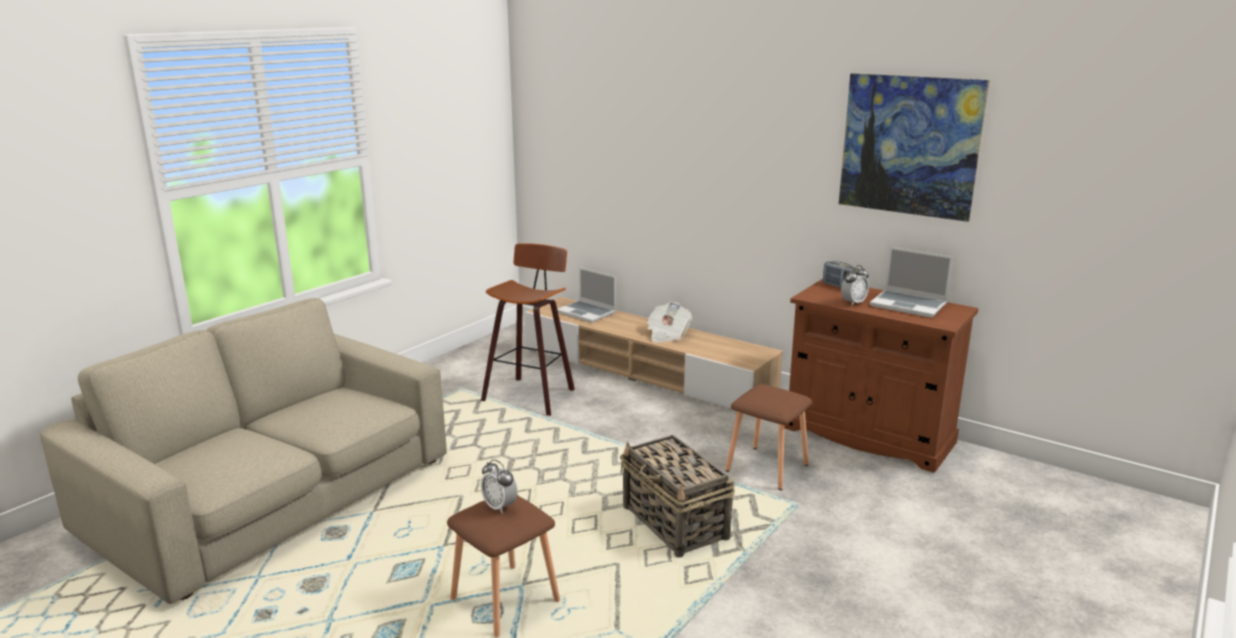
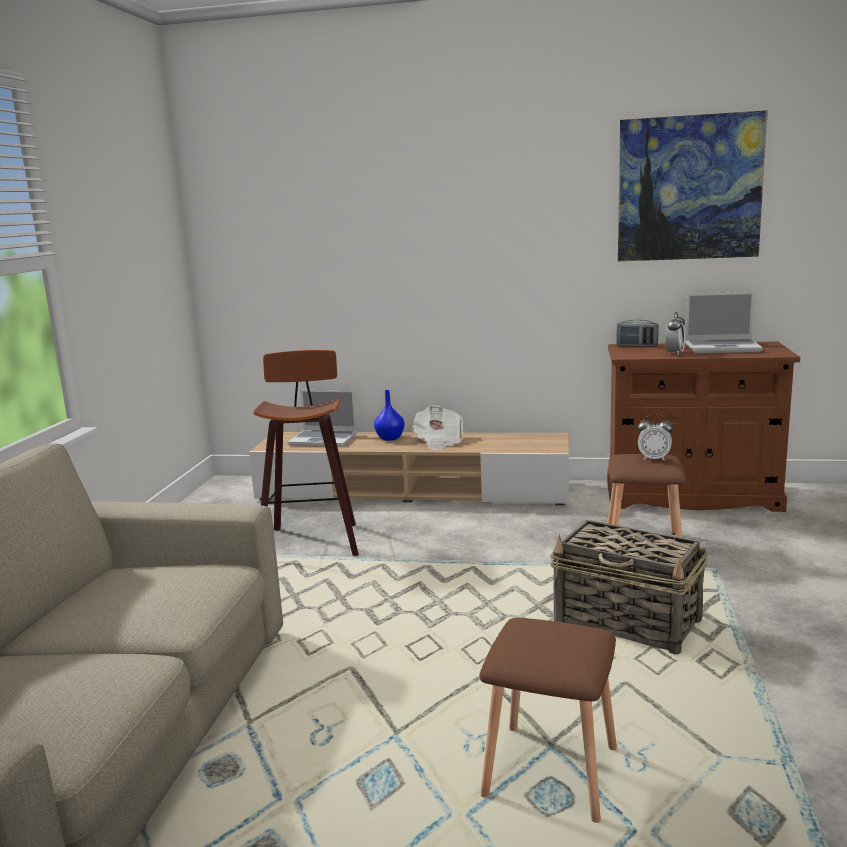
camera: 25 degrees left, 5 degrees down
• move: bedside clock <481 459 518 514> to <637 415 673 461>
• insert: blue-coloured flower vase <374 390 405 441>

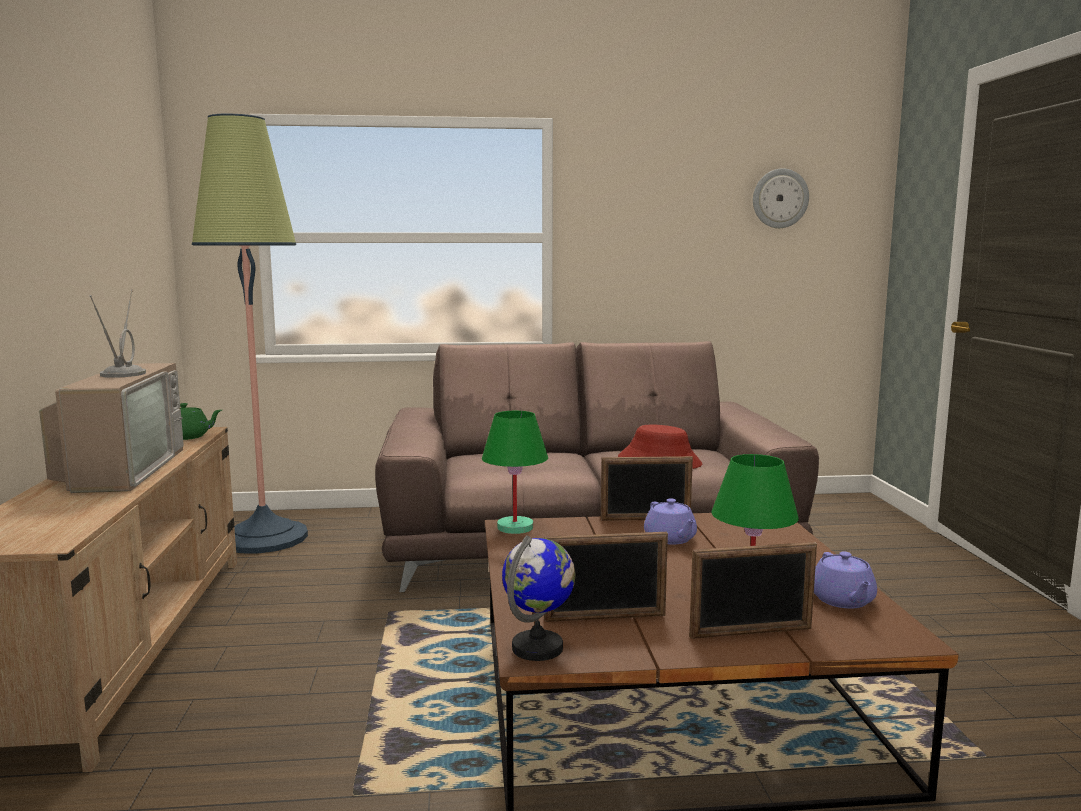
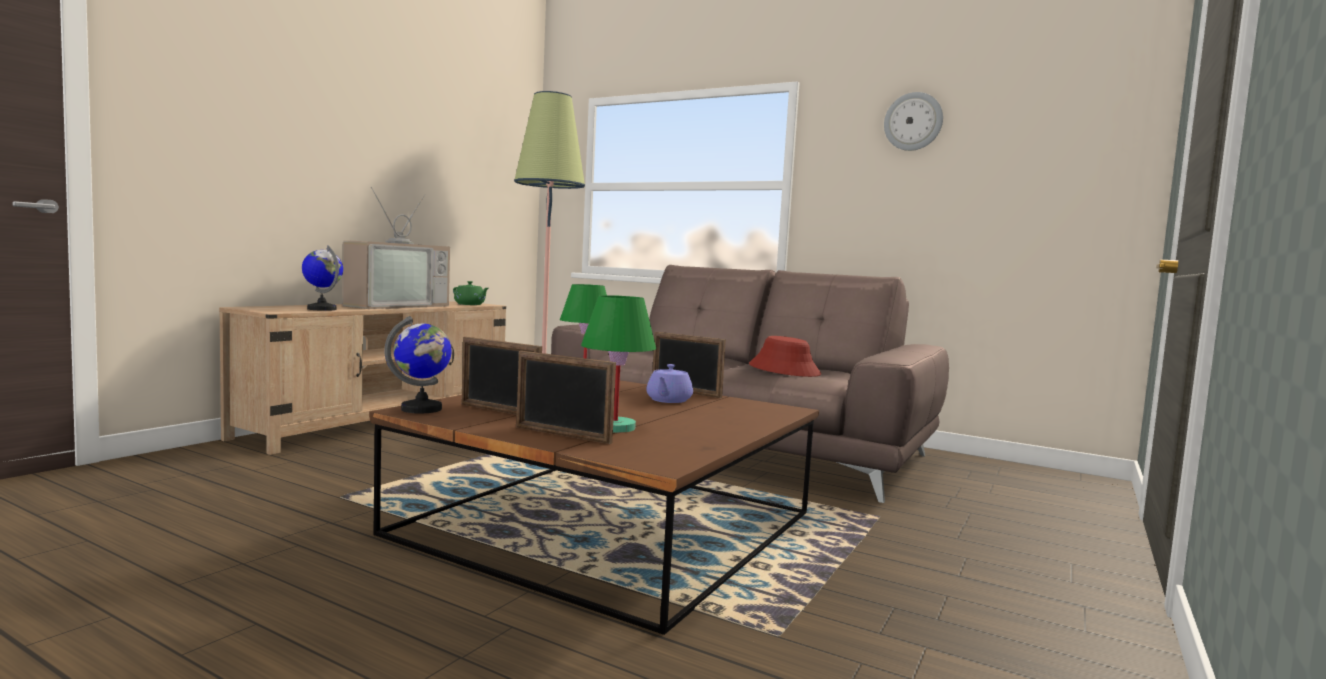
camera: 35 degrees right, 5 degrees down
• move: clock on the wall <753 168 809 228> to <884 92 943 151>
• delete: purplish teapot <814 551 877 609>
• insert: world globe <302 245 343 311>

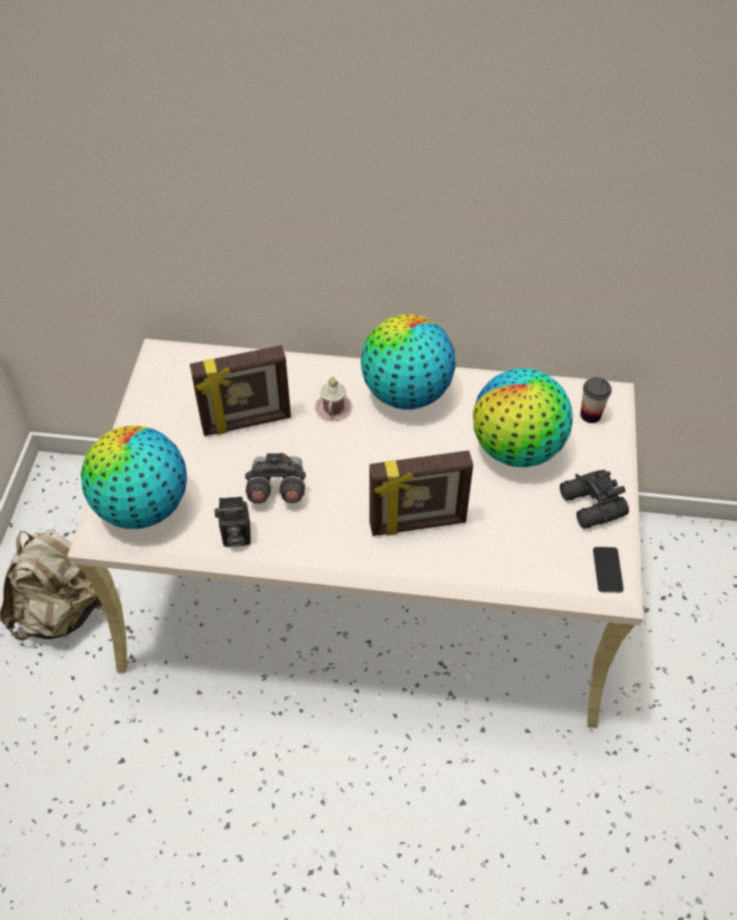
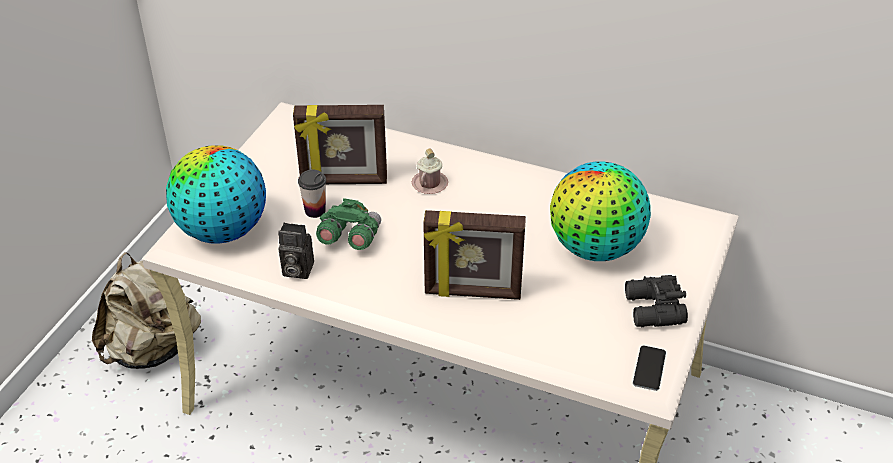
camera: 15 degrees right, 10 degrees down
• delete: world globe <361 314 456 409>
• move: cup <580 377 612 423> to <298 170 326 218>
• recolor: greyish binoculars <245 453 306 504> to greenish binoculars <316 198 381 250>

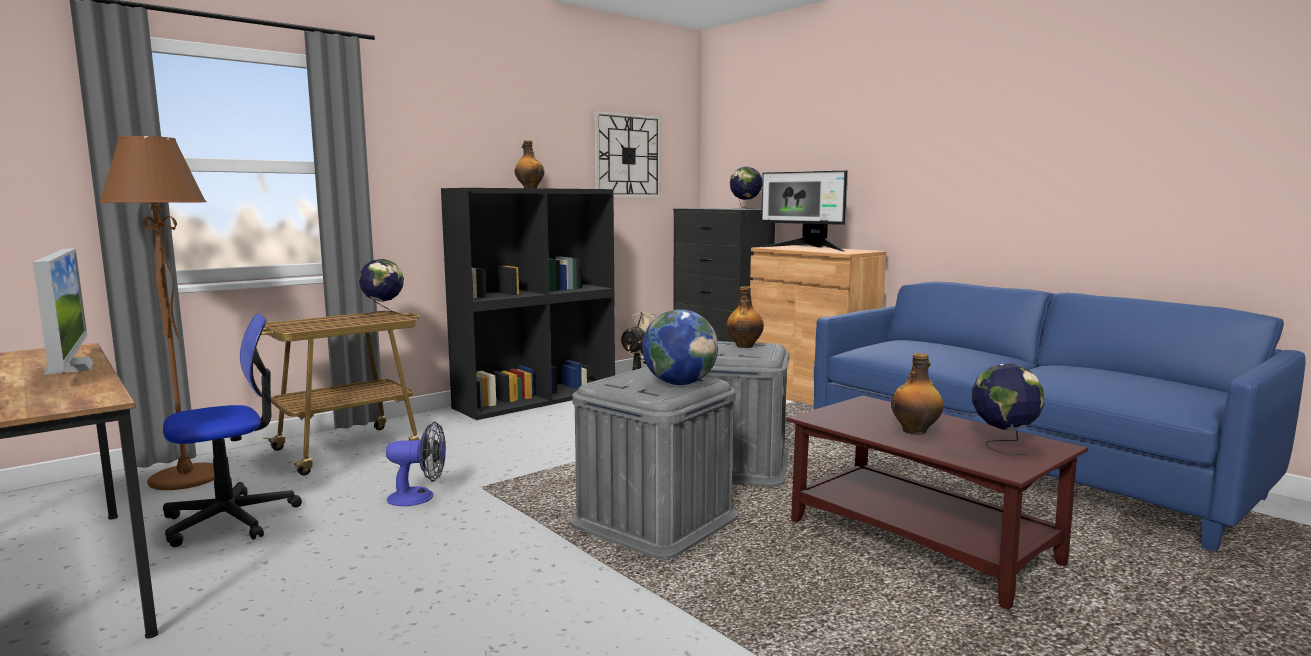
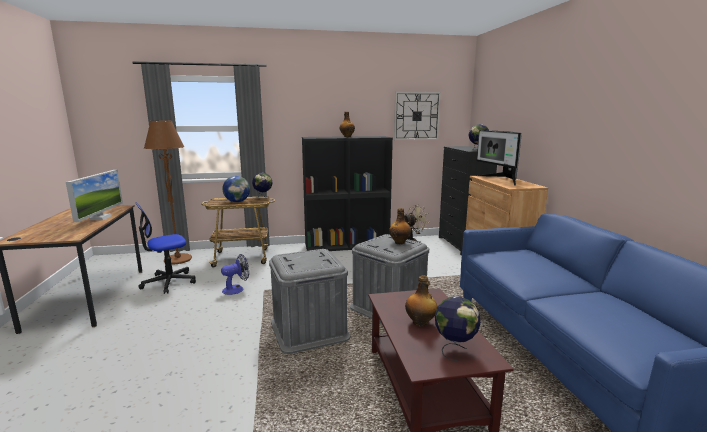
camera: 30 degrees right, 5 degrees up
• move: world globe <642 309 718 385> to <222 176 250 202>
• rotate: office chair <163 313 302 547> = <135 202 196 294> 150 degrees clockwise
• rotate: fan <386 421 446 506> = <221 254 249 295> 60 degrees counterclockwise

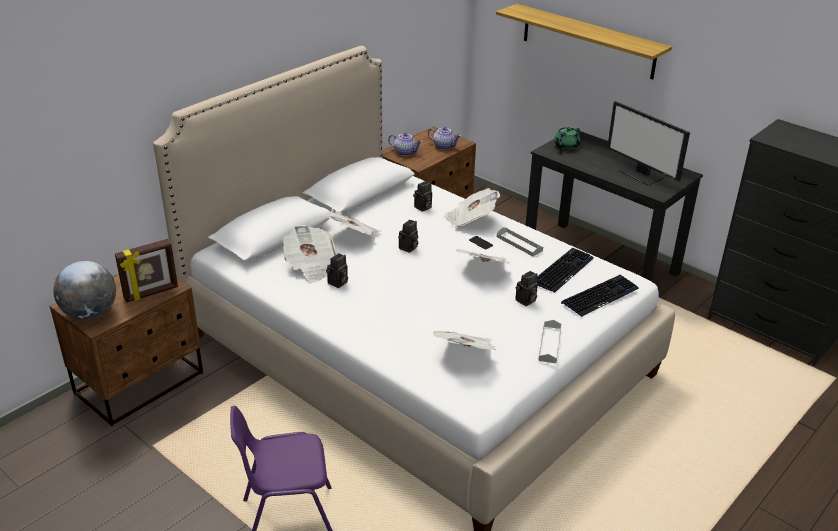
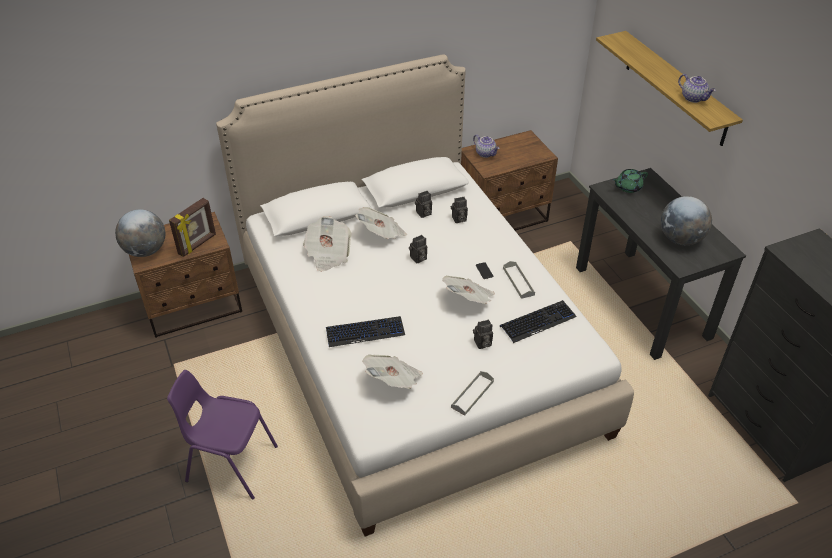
camera: 25 degrees right, 10 degrees up
• replace: computer screen <607 101 690 186> to world globe <661 196 712 245>
• move: teapot <428 127 461 150> to <678 74 716 103>
• delete: newspaper <444 188 500 228>
• rotate: standing frame <115 239 178 302> = <169 198 216 257> 45 degrees counterclockwise
• move: still camera <326 253 348 288> to <415 191 432 218>
• move: keyboard <561 275 639 317> to <326 316 405 347>

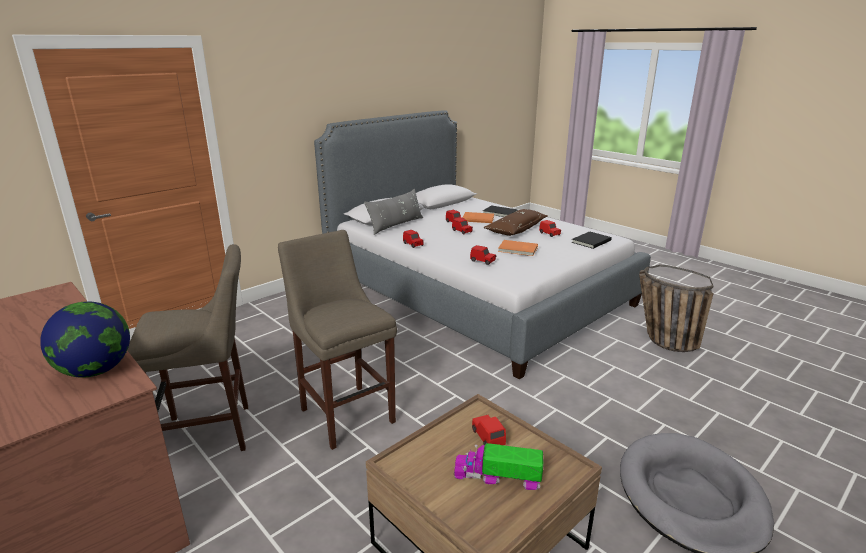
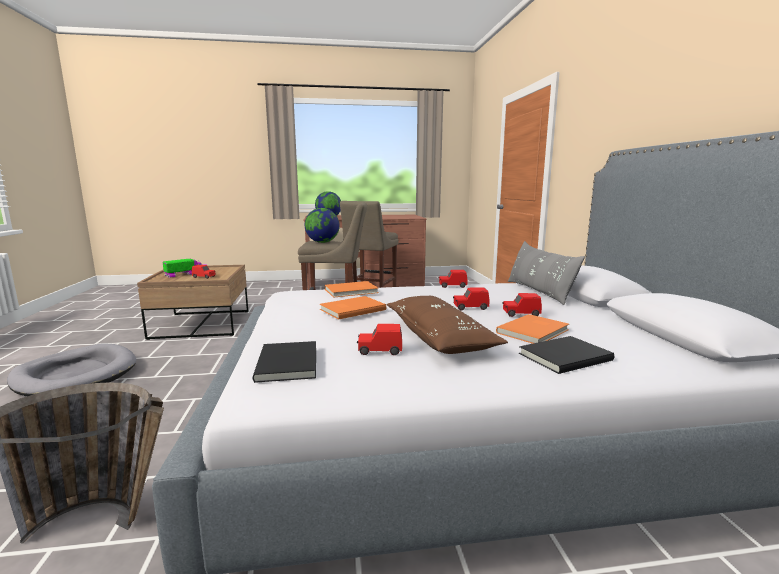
camera: 125 degrees right, 10 degrees down
• replace: red-coloured model car <470 245 496 265> to orangey bound book <325 281 379 298>
• insert: world globe <305 208 340 243>

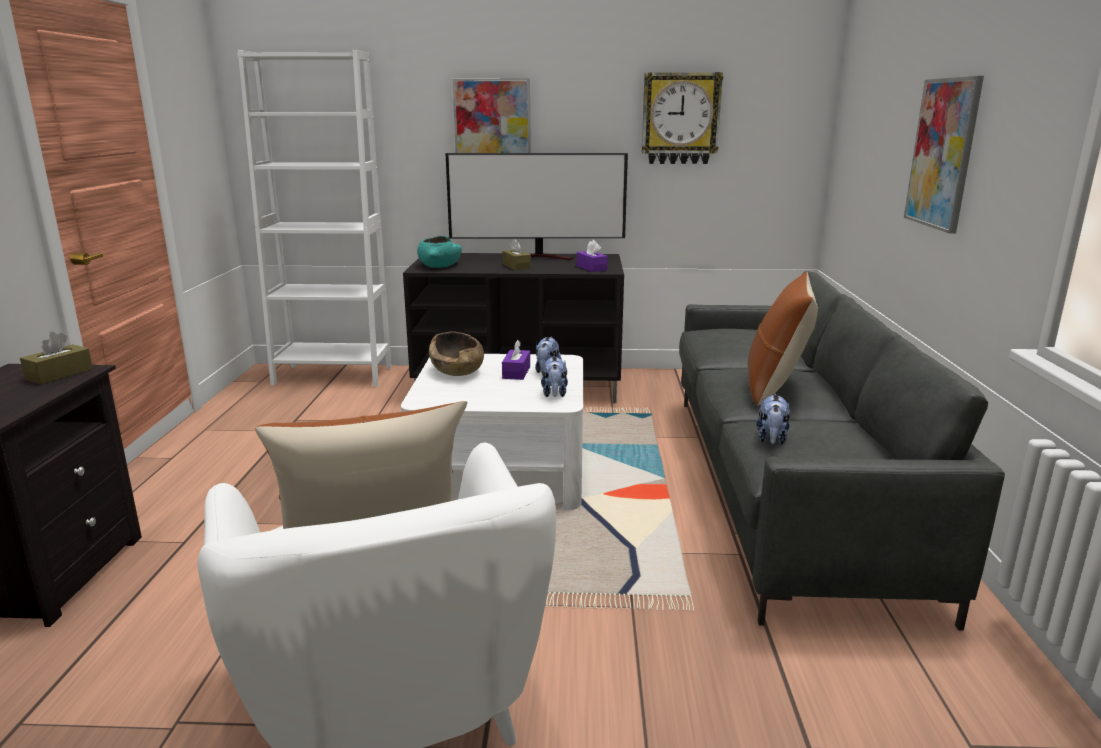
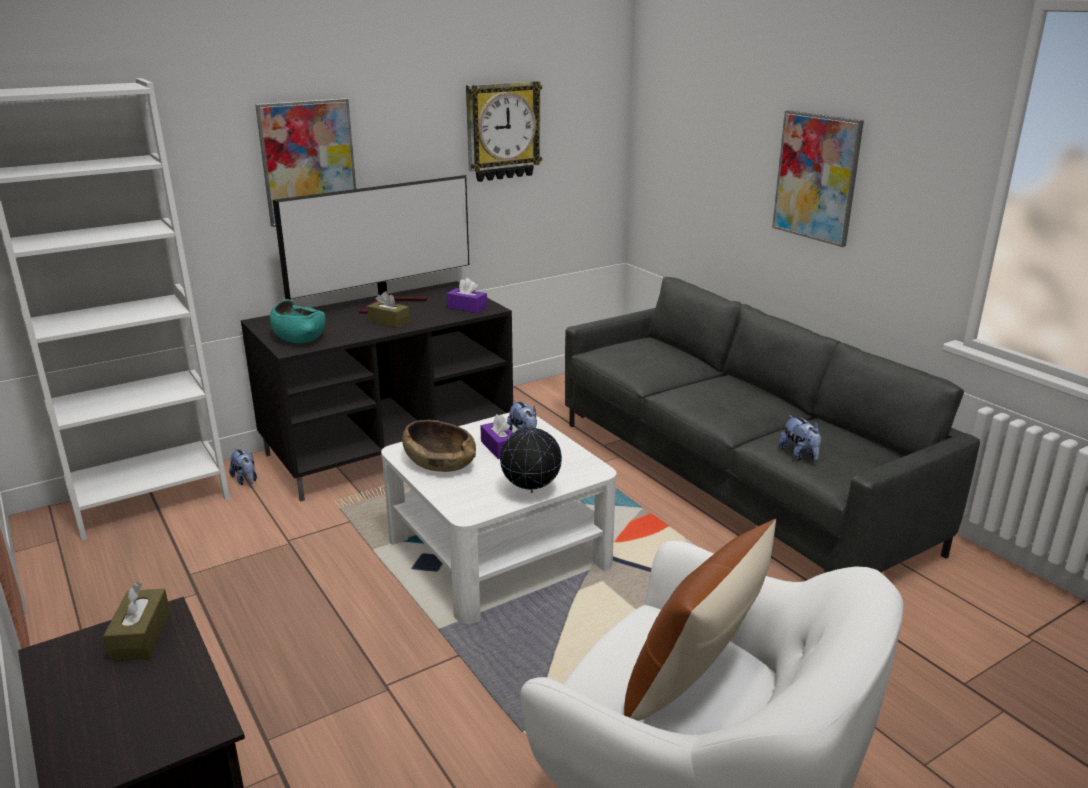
camera: 35 degrees left, 5 degrees up
• delete: brown pillow <748 272 818 406>
• move: cuddly toy <541 356 568 397> to <229 448 257 485>
• insert: world globe <500 423 562 493>

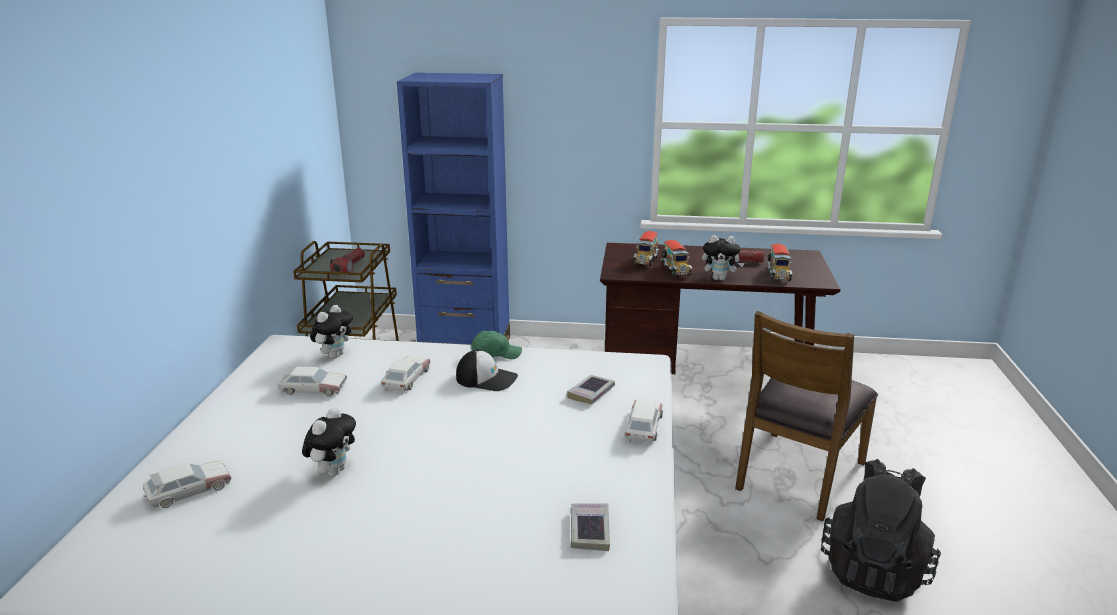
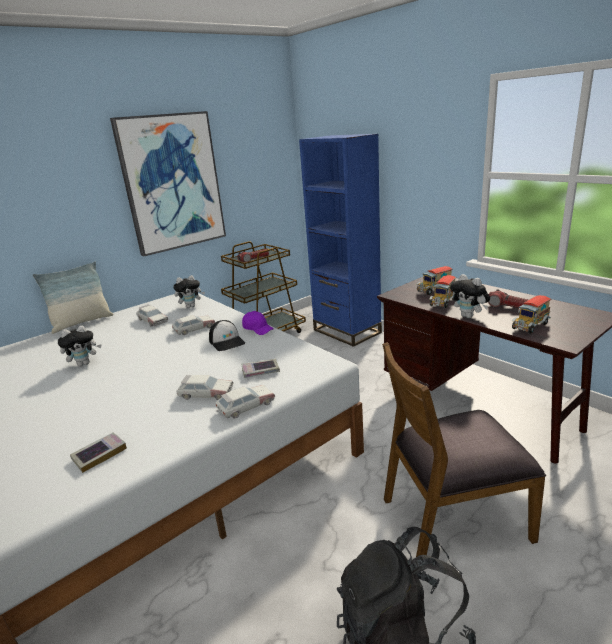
camera: 45 degrees right, 0 degrees up
• recolor: greenish baseball cap <471 331 522 359> to purplish baseball cap <242 311 274 335>
• move: model car <143 460 231 508> to <177 375 234 400>
• insert: picture <110 111 226 256>
• insert: pillow <33 261 114 334>

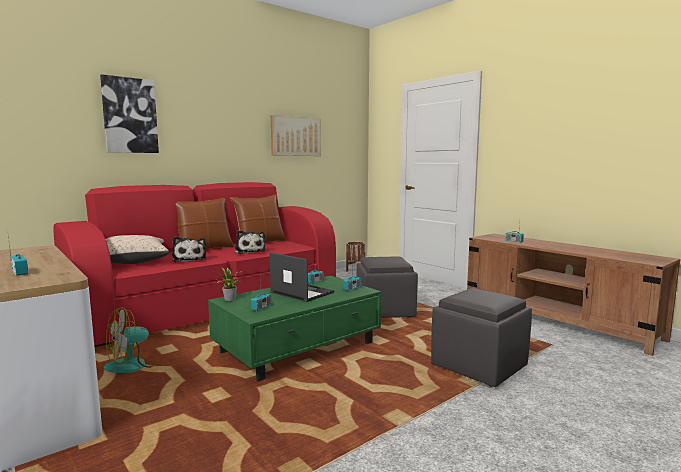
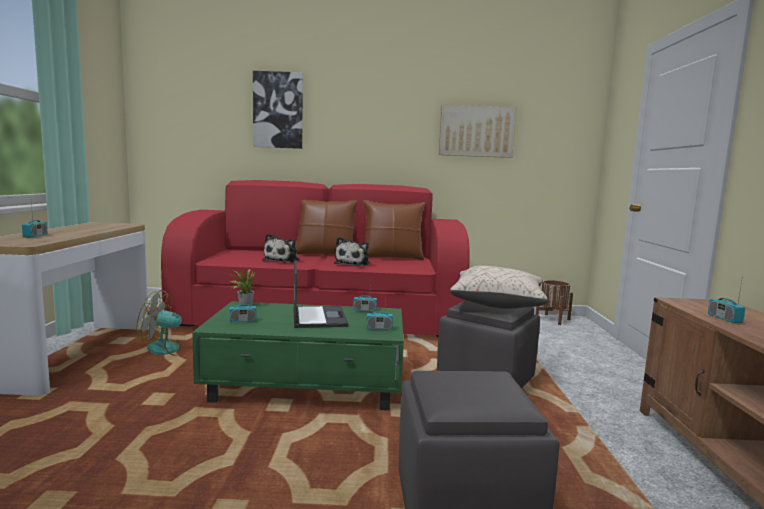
camera: 40 degrees right, 0 degrees up
• move: beige pillow <106 235 169 264> to <450 266 548 309>

